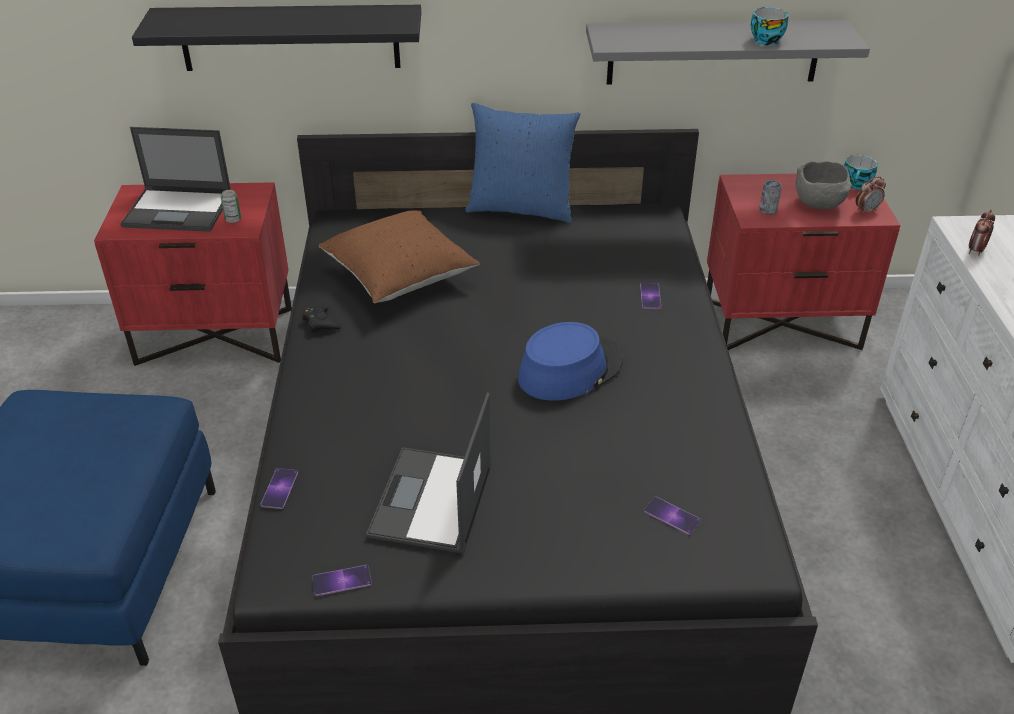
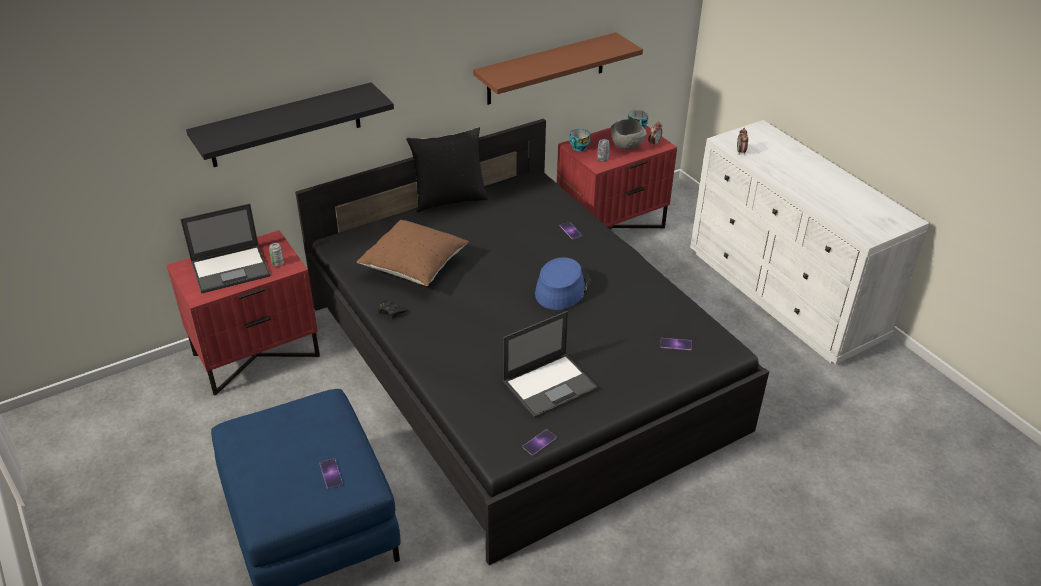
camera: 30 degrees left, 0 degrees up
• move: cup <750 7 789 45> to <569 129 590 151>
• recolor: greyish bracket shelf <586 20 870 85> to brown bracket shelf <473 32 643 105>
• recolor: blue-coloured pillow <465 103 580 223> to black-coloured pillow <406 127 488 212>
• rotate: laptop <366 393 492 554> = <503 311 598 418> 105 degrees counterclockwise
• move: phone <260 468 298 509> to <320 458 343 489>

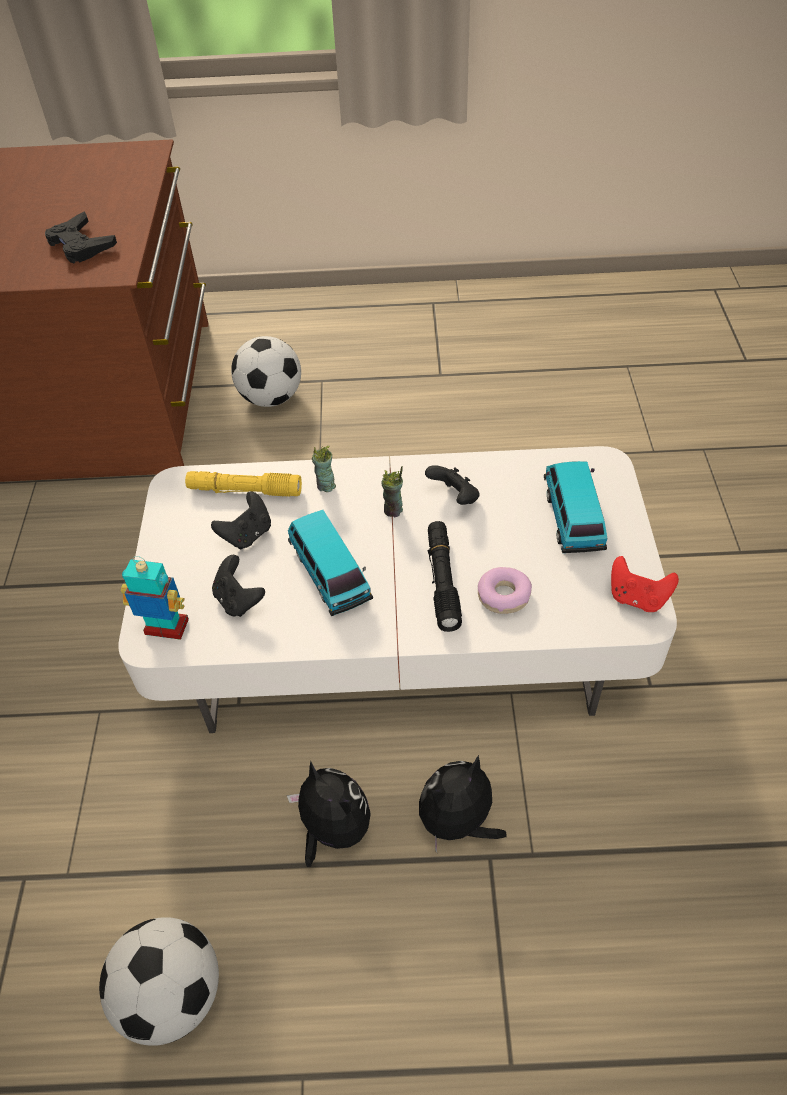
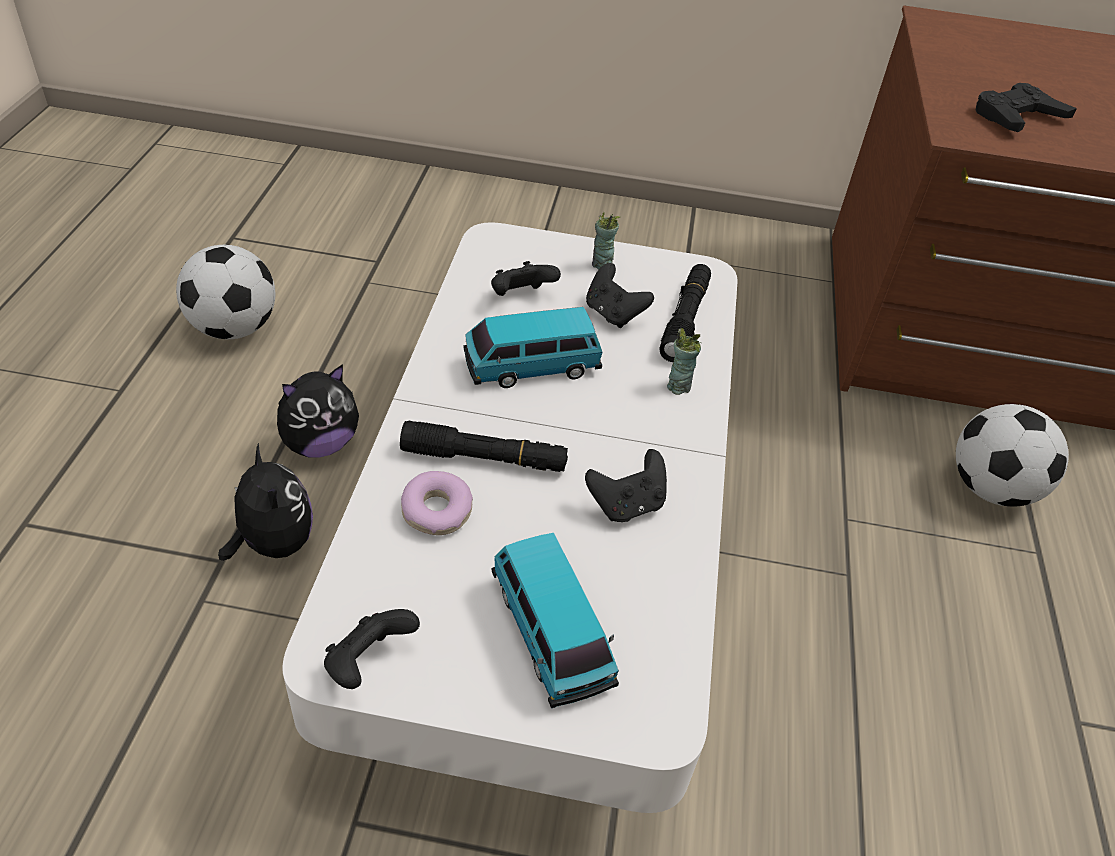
camera: 95 degrees right, 5 degrees down
• rotate: model car <544 461 608 553> = <491 533 619 708> 60 degrees clockwise
• move: cup <381 466 403 517> to <592 212 620 270>
• recolor: yellow-coloured flashlight <185 471 302 497> to black-coloured flashlight <659 264 711 362>
• delete: model robot <121 556 189 640>
• recolor: red-coloured gamepad <611 556 679 612> to black-coloured gamepad <324 609 420 689>

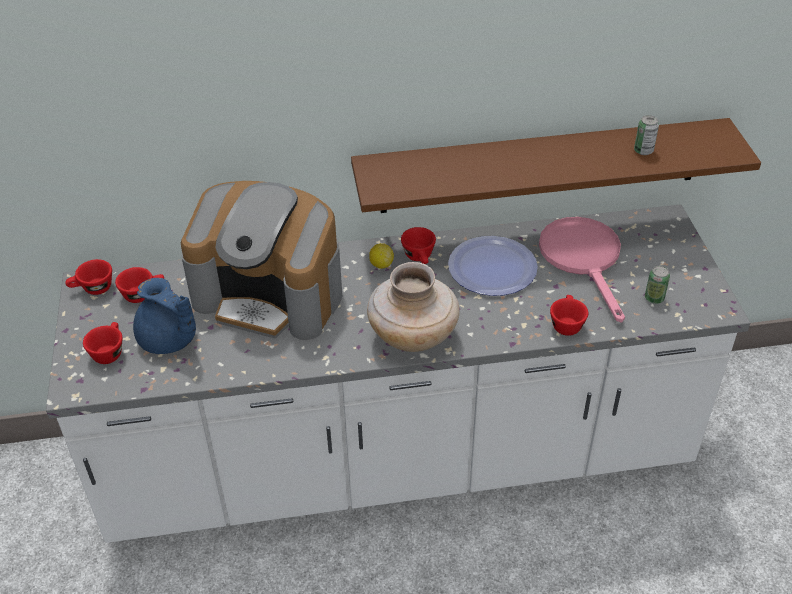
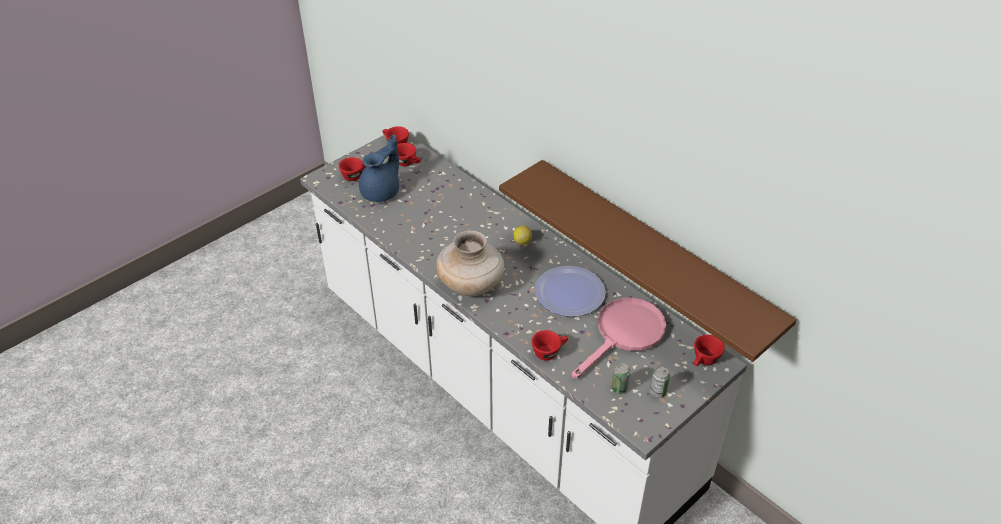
camera: 55 degrees right, 0 degrees up
• move: can <634 115 659 155> to <650 367 670 398>
• delete: coffee brewer <181 181 342 340>
• move: red-coloured cup <401 227 436 264> to <694 335 725 366>
• rotate: blue-coloured teapot <133 278 196 354> = <359 134 399 202> 150 degrees counterclockwise

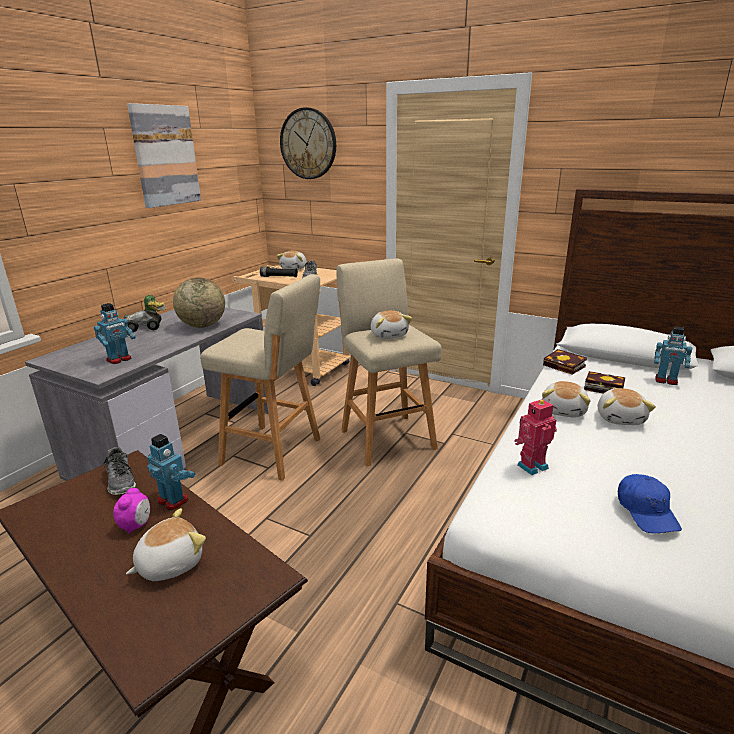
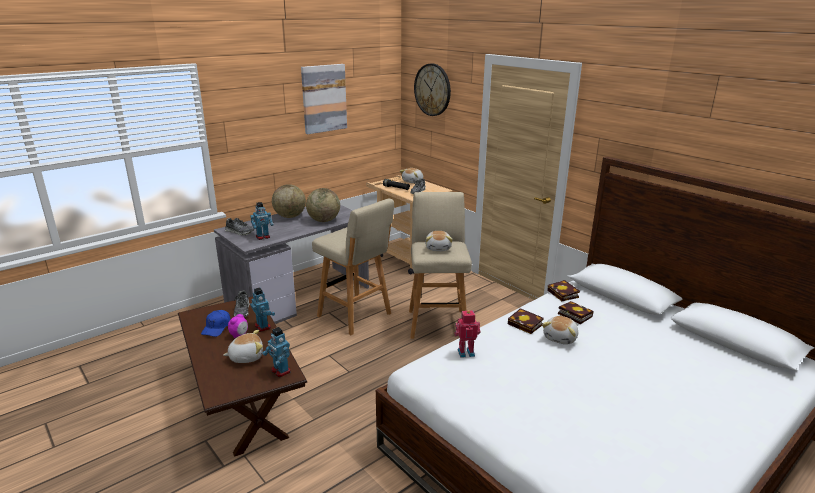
camera: 20 degrees right, 0 degrees up
• replace: model car <124 295 166 332> to world globe <272 184 306 218>
• move: model robot <654 326 692 385> to <262 327 291 377>
• replace: cuddly toy <542 381 591 417> to bound book <508 308 544 334>
• move: blue-coloured baseball cap <618 474 682 534> to <201 310 231 337>
• insert: low shoe <225 218 255 235>

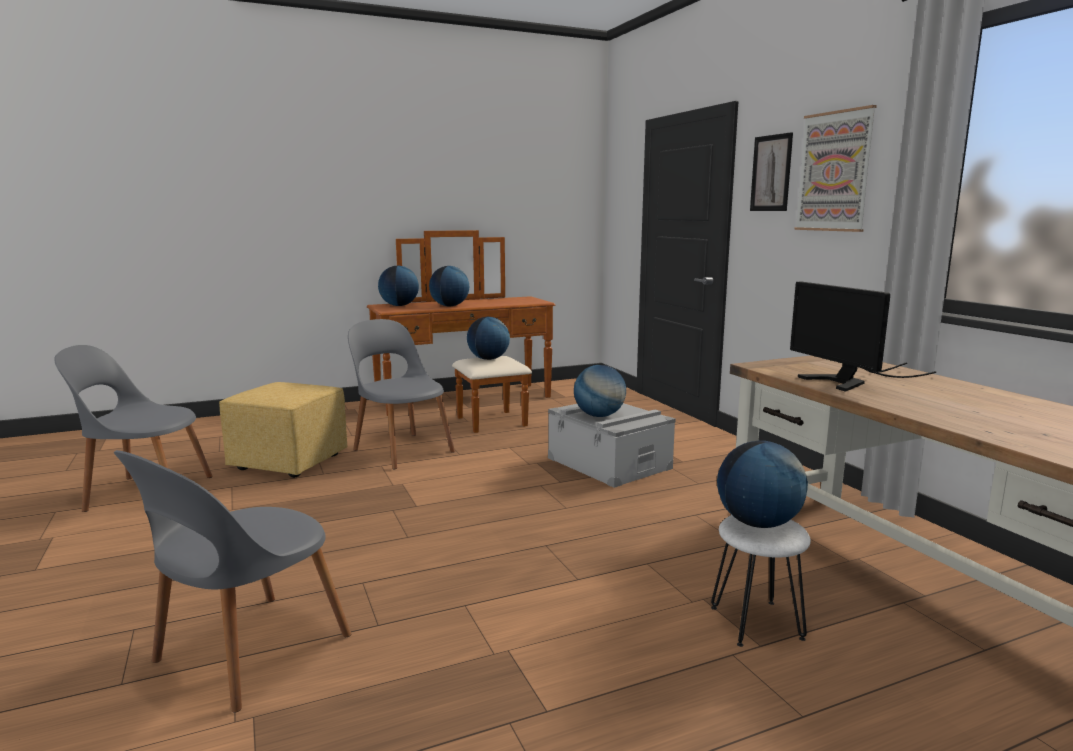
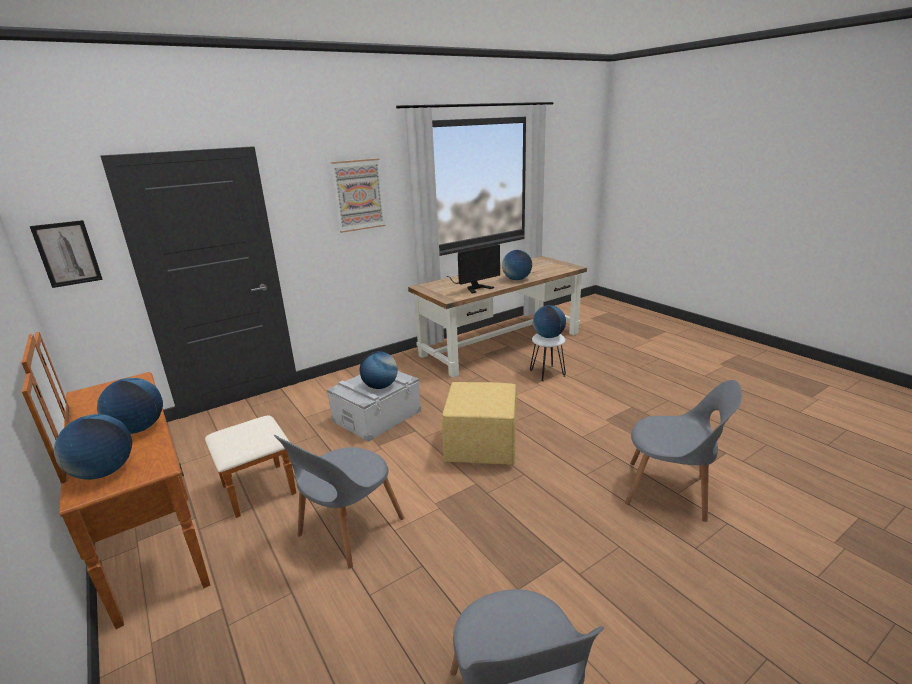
camera: 100 degrees left, 10 degrees up
• move: picture <750 132 793 211> to <30 220 103 288>
• move: world globe <467 317 510 360> to <502 250 532 280>
• move: yellow-coloured ottoman <219 382 347 478> to <442 382 517 465>

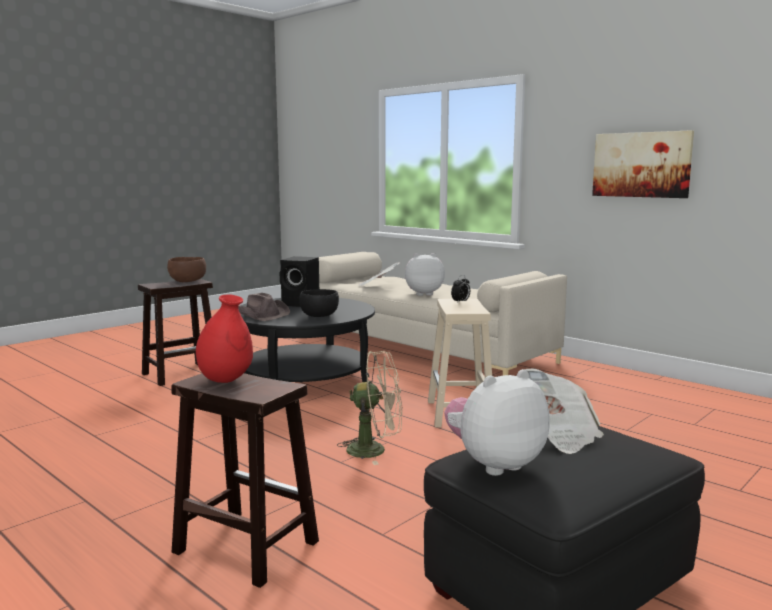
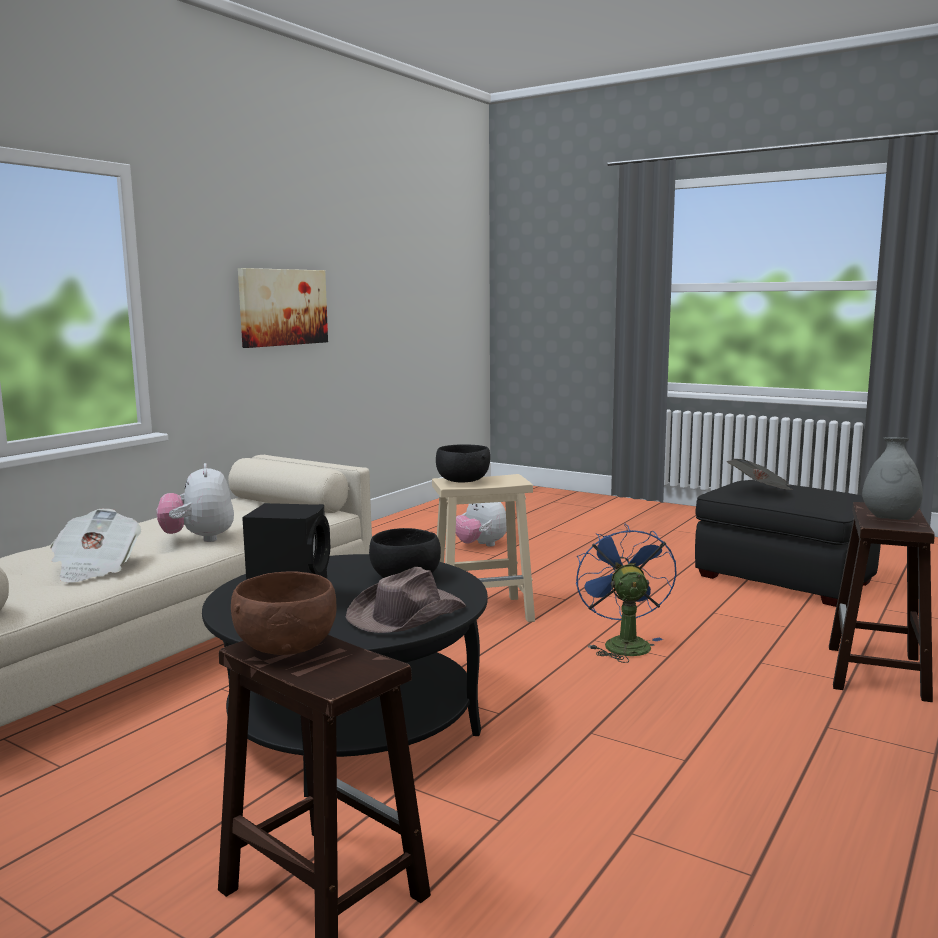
camera: 100 degrees left, 0 degrees up
• replace: bedside clock <451 275 470 304> to black-coloured deep dish <436 444 490 482>
• recolor: red-coloured flower vase <196 295 253 383> to greyish flower vase <862 437 923 520>
• recolor: beige fan <337 351 402 465> to blue-coloured fan <576 523 677 663>
• move: cuddly toy <444 369 549 476> to <456 502 507 547>

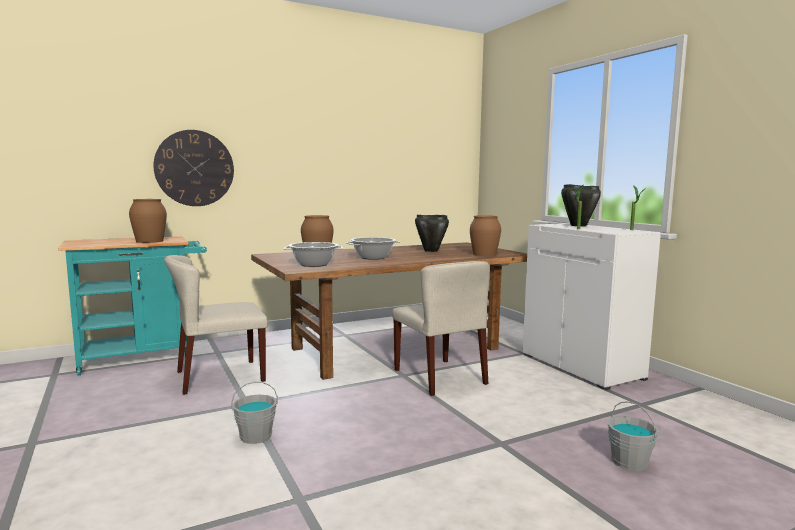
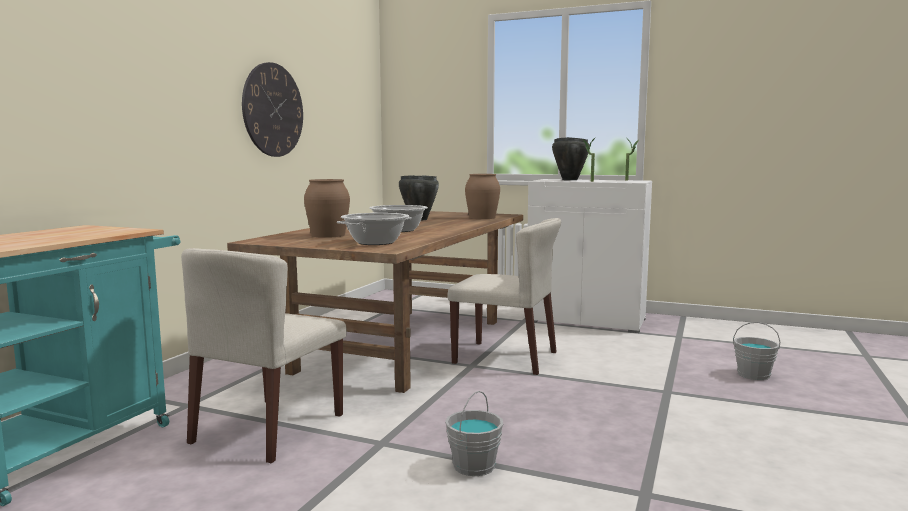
camera: 40 degrees left, 0 degrees up
• move: clock on the wall <153 130 234 206> to <242 62 303 157>
• delete: brown flower vase <129 199 167 243>

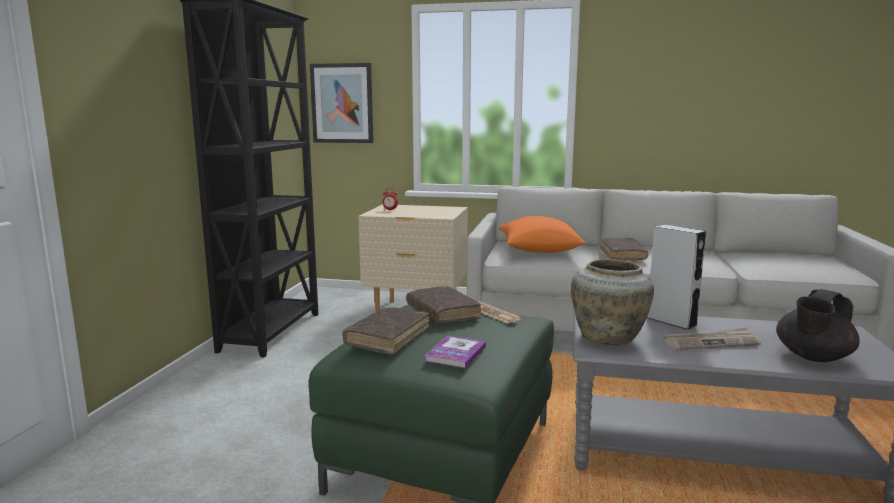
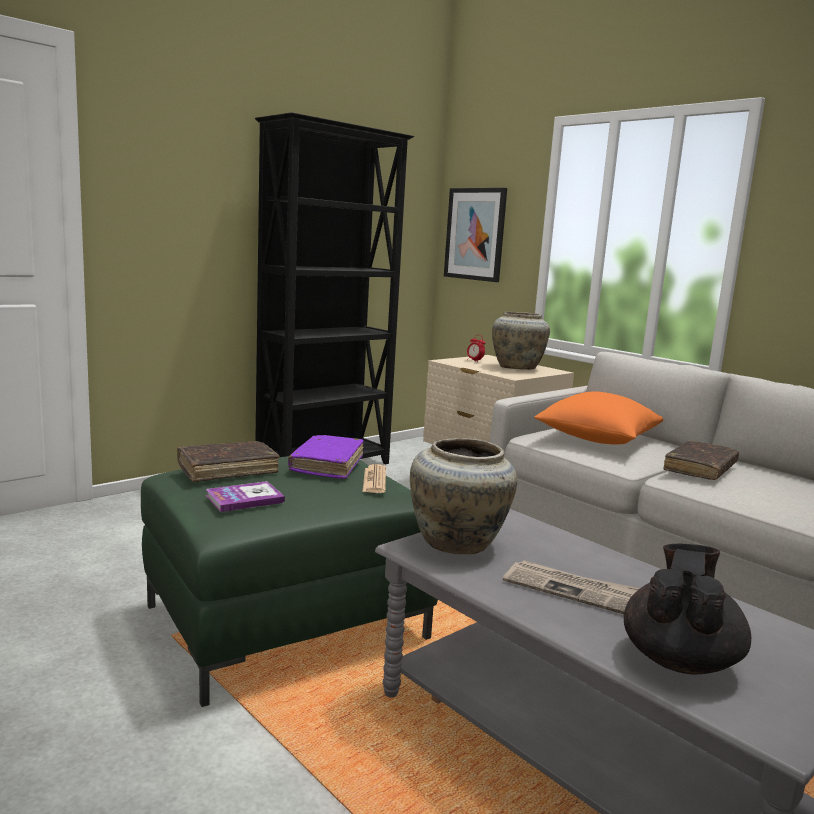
camera: 35 degrees right, 0 degrees up
• delete: greyish loudspeaker <647 225 706 330>
• recolor: brown bound book <406 286 481 323> to purplish bound book <288 435 364 479>
• rotate: black-coloured teapot <776 289 860 362> = <624 544 751 674> 120 degrees clockwise
• insert: beige flower vase <492 312 550 370>

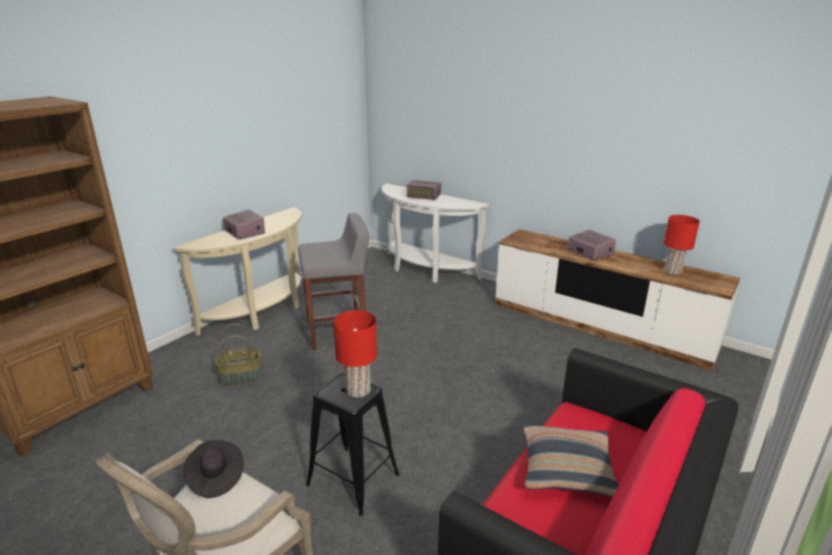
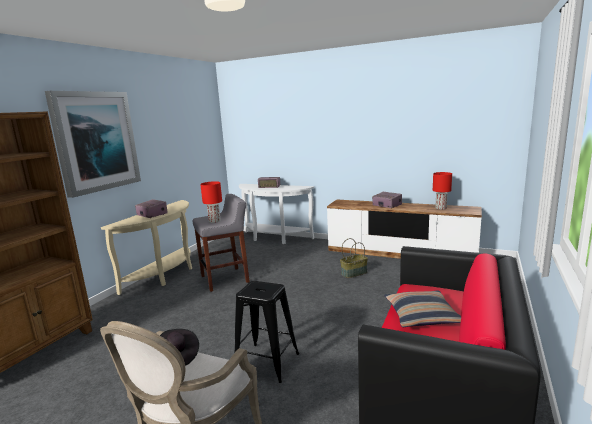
camera: 10 degrees left, 10 degrees down
• move: red-coloured table lamp <333 310 377 398> to <200 181 222 223>
• move: storage basket <215 324 263 386> to <340 238 368 278>
• insert: picture <45 91 141 198>

